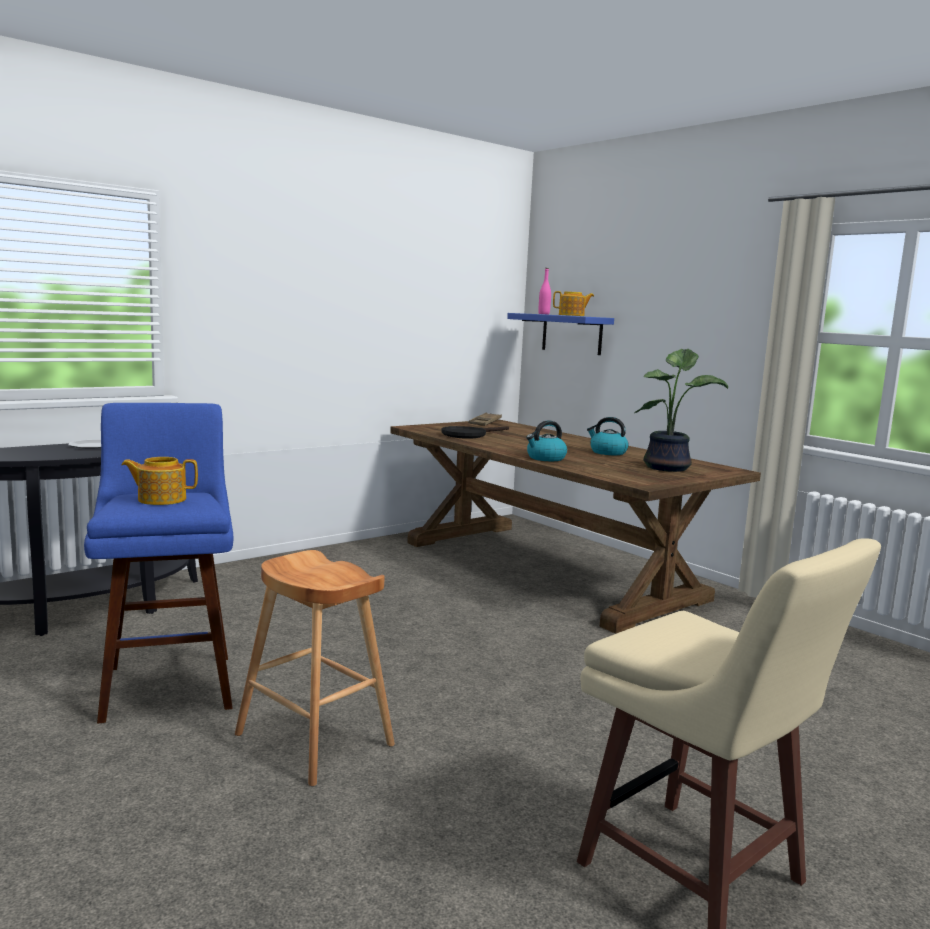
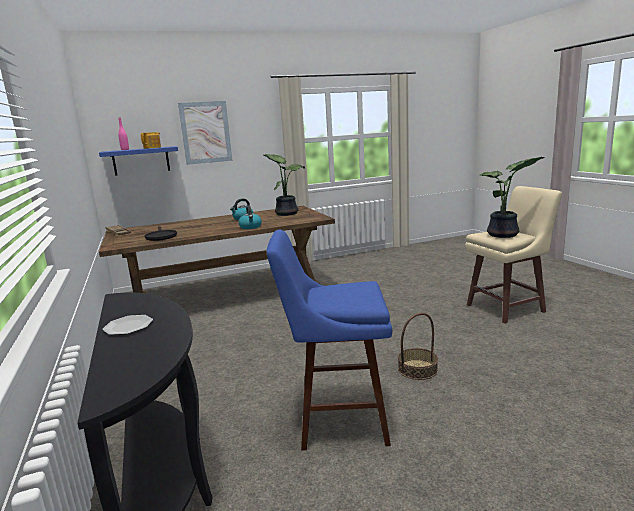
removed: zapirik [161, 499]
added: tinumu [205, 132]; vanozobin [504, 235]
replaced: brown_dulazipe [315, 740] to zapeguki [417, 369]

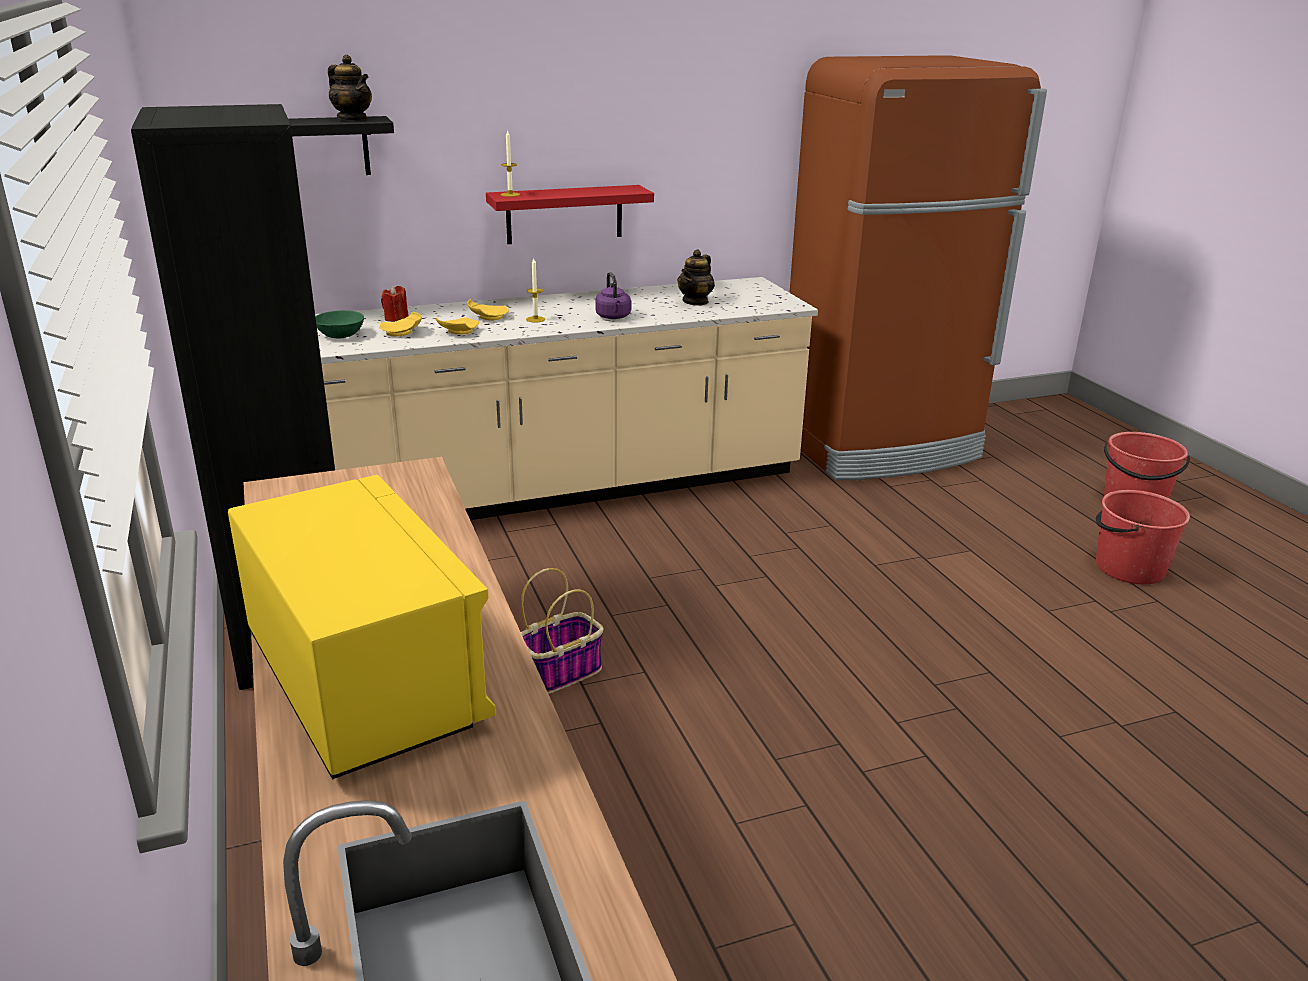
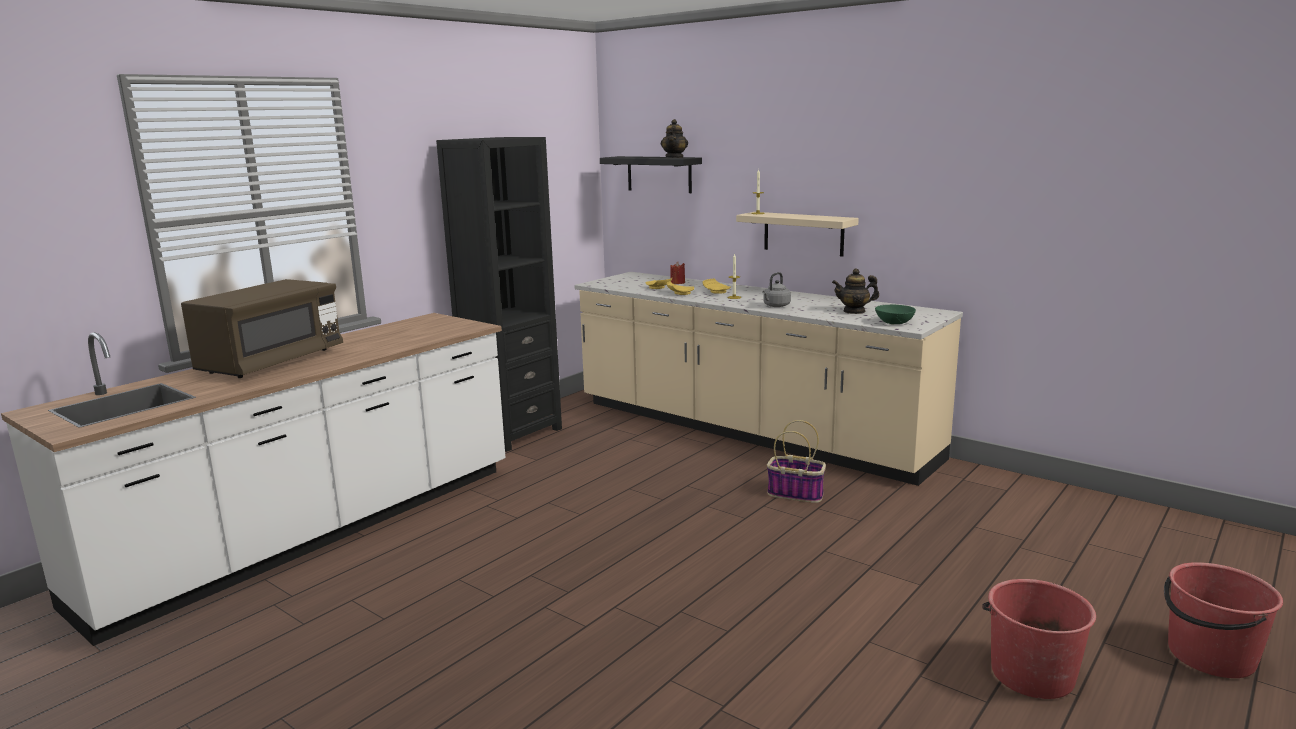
removed: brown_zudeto [880, 447]
moved: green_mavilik [340, 335] to [894, 322]; zapeguki [560, 673] to [796, 494]
recoloured: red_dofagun [564, 214] to beige_dofagun [803, 233]; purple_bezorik [613, 317] to grey_bezorik [775, 306]; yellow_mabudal [365, 683] to brown_mabudal [272, 362]

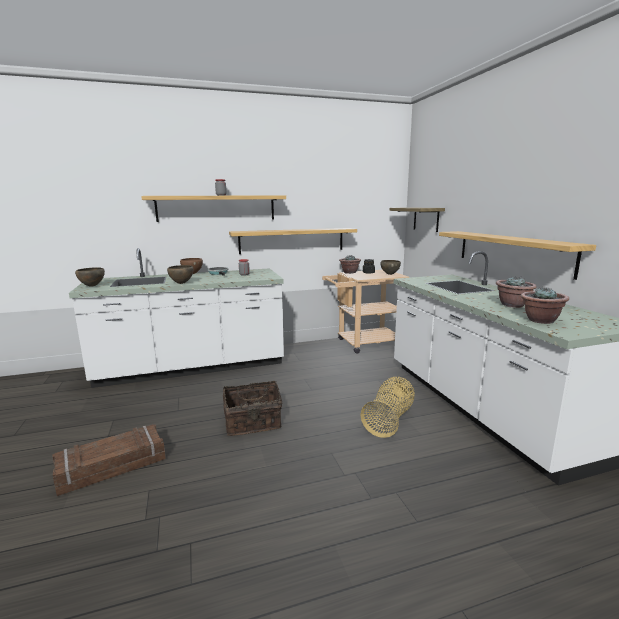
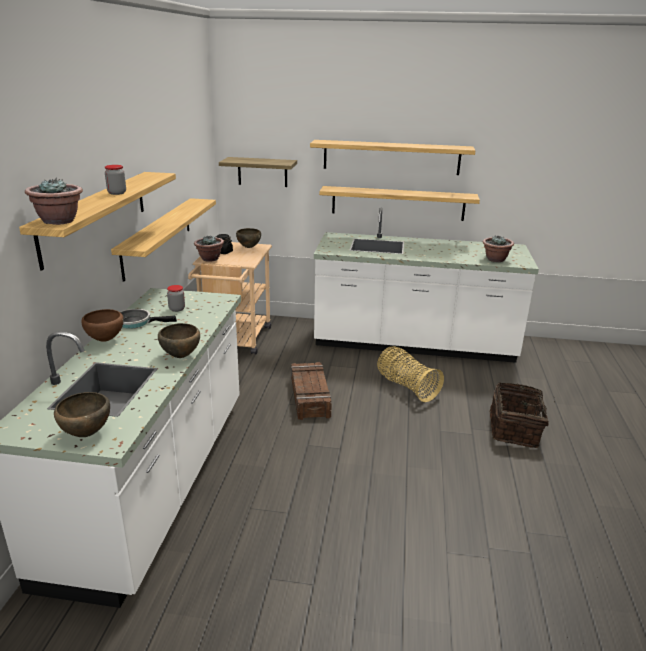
added: dofagun [391, 157]
moved: vanozobin [513, 305] to [59, 221]; zapeguki [253, 422] to [515, 429]; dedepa [112, 466] to [310, 396]

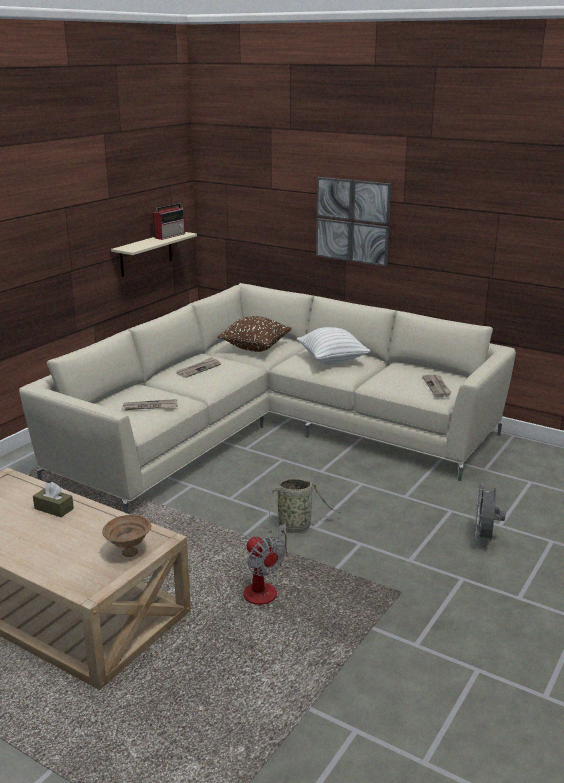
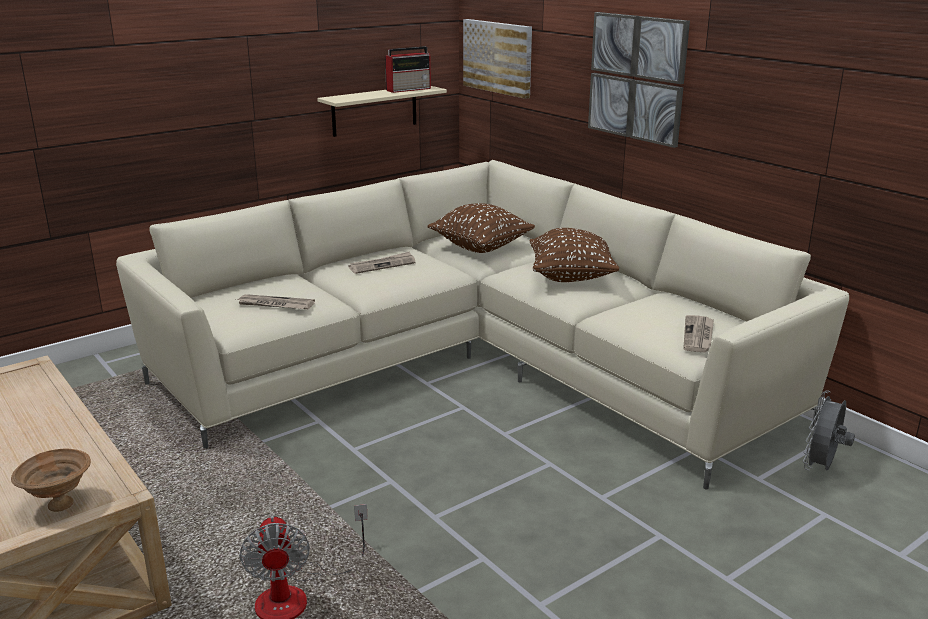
removed: zapeguki [297, 526]; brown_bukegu [54, 508]
added: tinumu [498, 57]
moved: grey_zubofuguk [484, 539] to [821, 468]
recoloured: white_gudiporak [332, 360] to brown_gudiporak [571, 277]

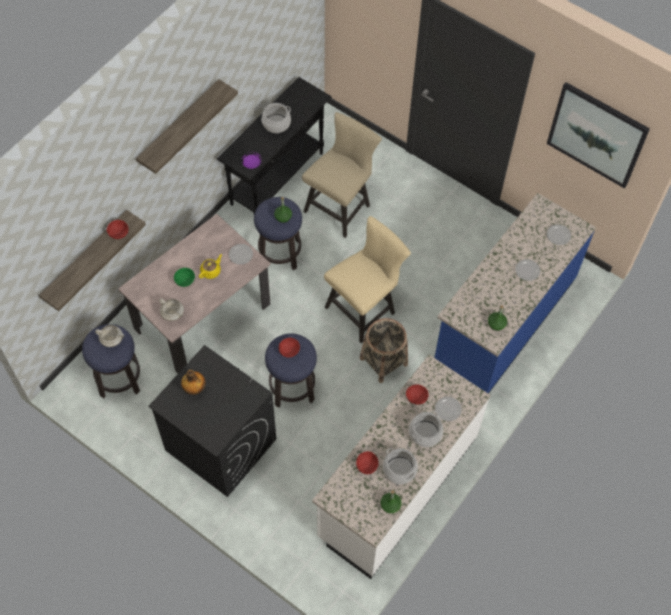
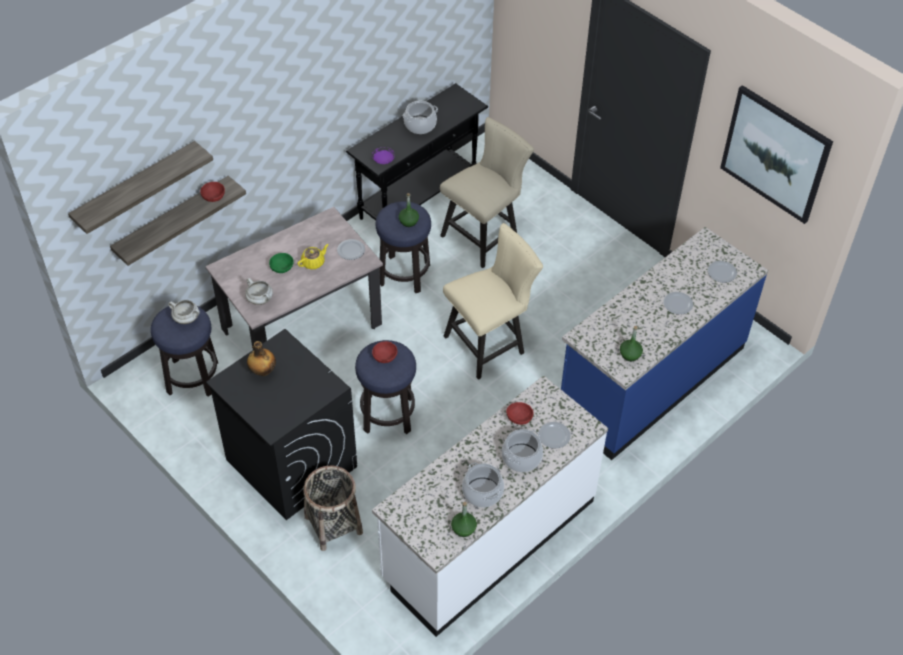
removed: red_mavilik [367, 465]
moved: dofagun [179, 126] to [136, 188]; zapeguki [383, 361] to [333, 524]

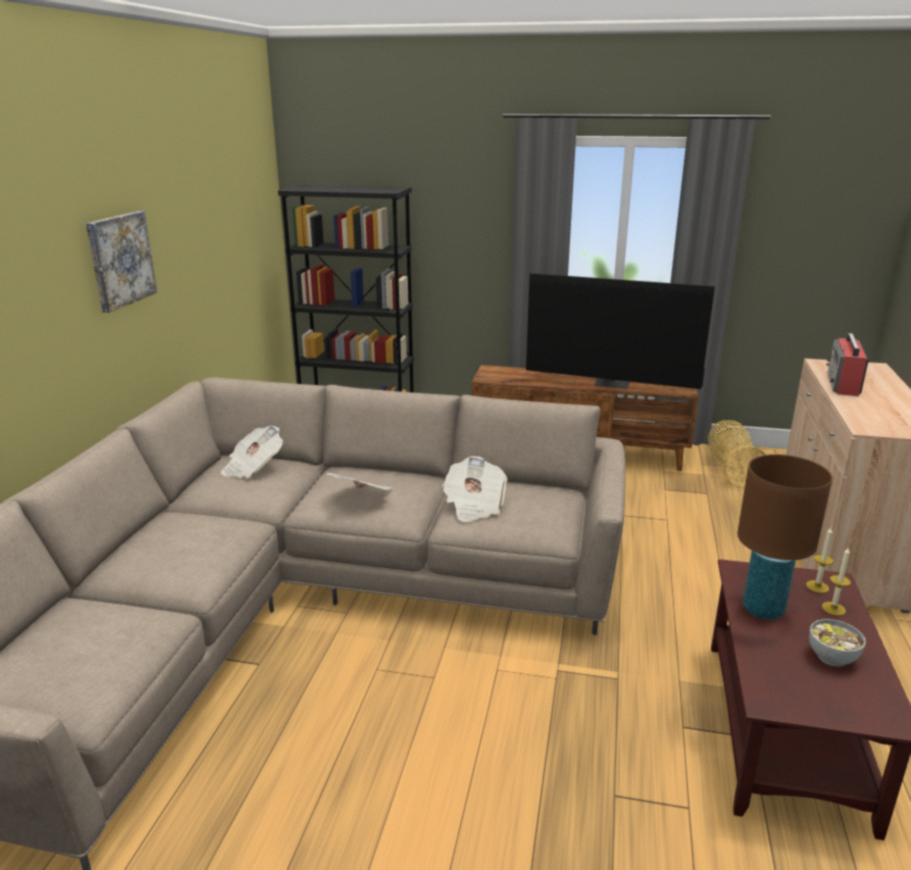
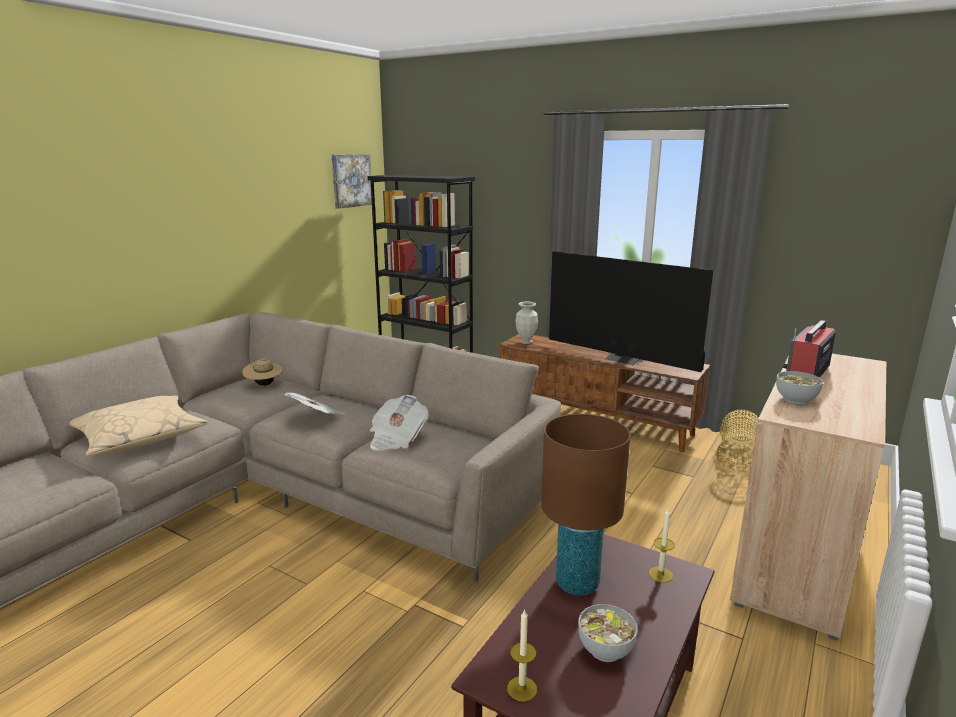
added: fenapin [526, 342]; mavilik [795, 399]; beige_gudiporak [139, 437]
moved: tinumu [120, 260] to [351, 180]; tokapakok [833, 608] to [522, 688]
replaced: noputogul [253, 467] to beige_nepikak [264, 384]

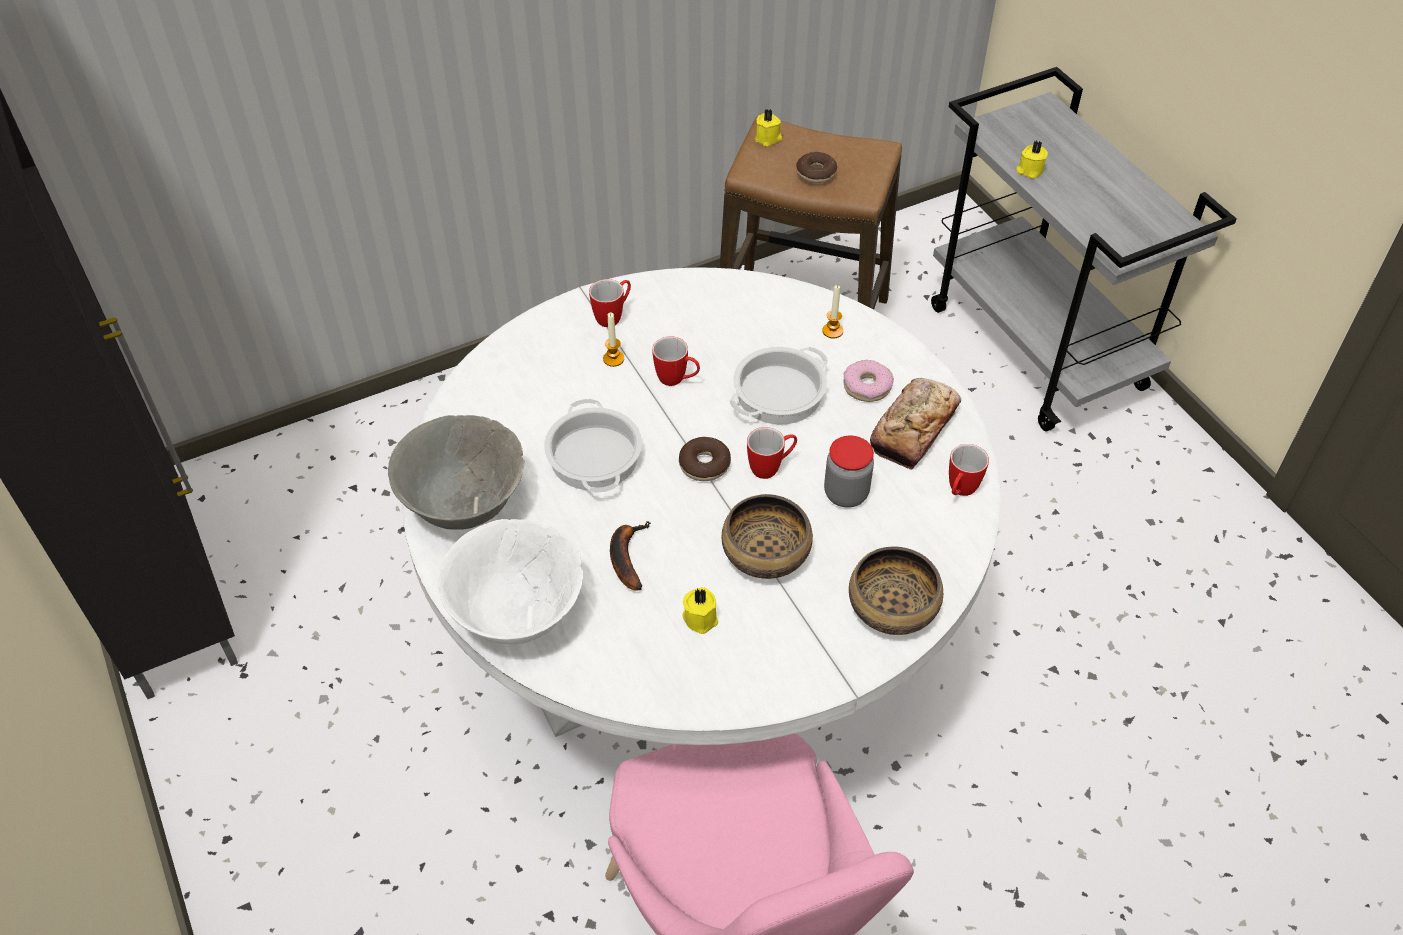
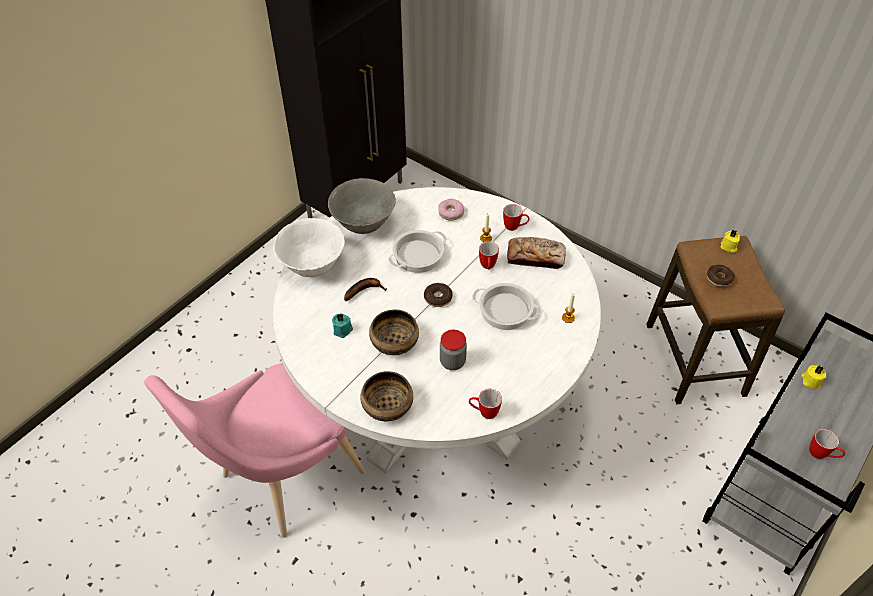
moved: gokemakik [867, 386] to [451, 213]; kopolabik [914, 429] to [535, 257]; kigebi [771, 467] to [821, 455]
recoloured: yellow_tokapakok [701, 617] to turquoise_tokapakok [343, 330]

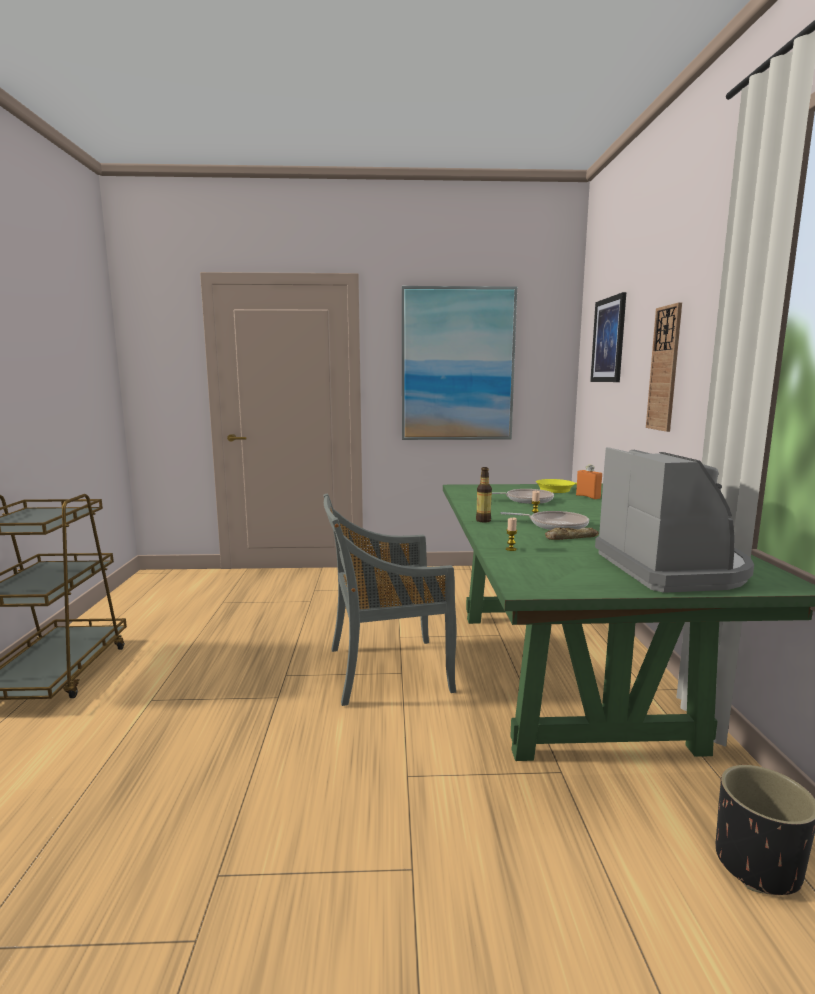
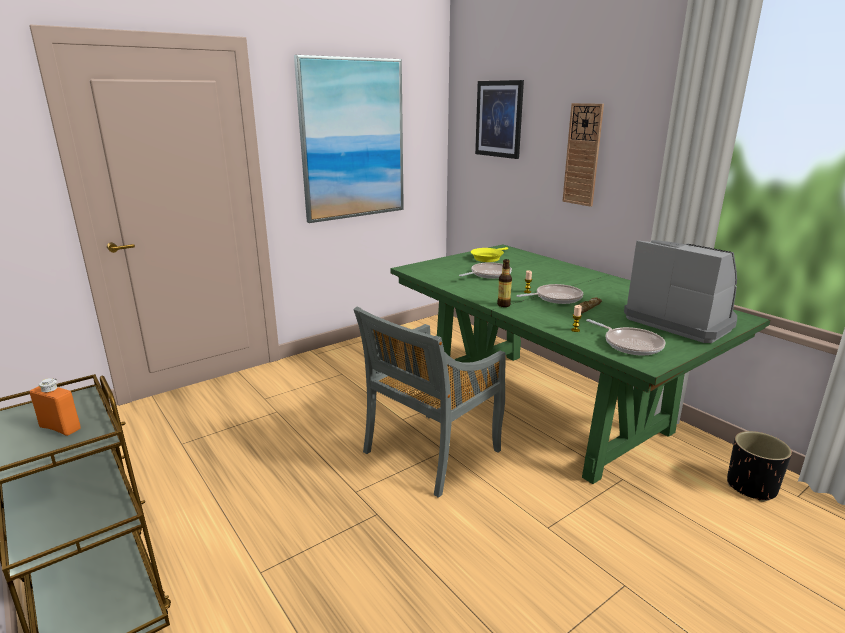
added: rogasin [630, 344]
moved: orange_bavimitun [588, 497] to [60, 428]

